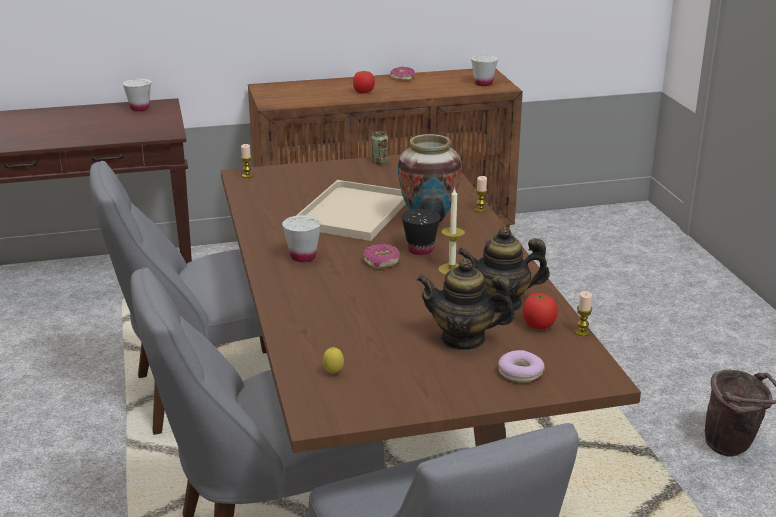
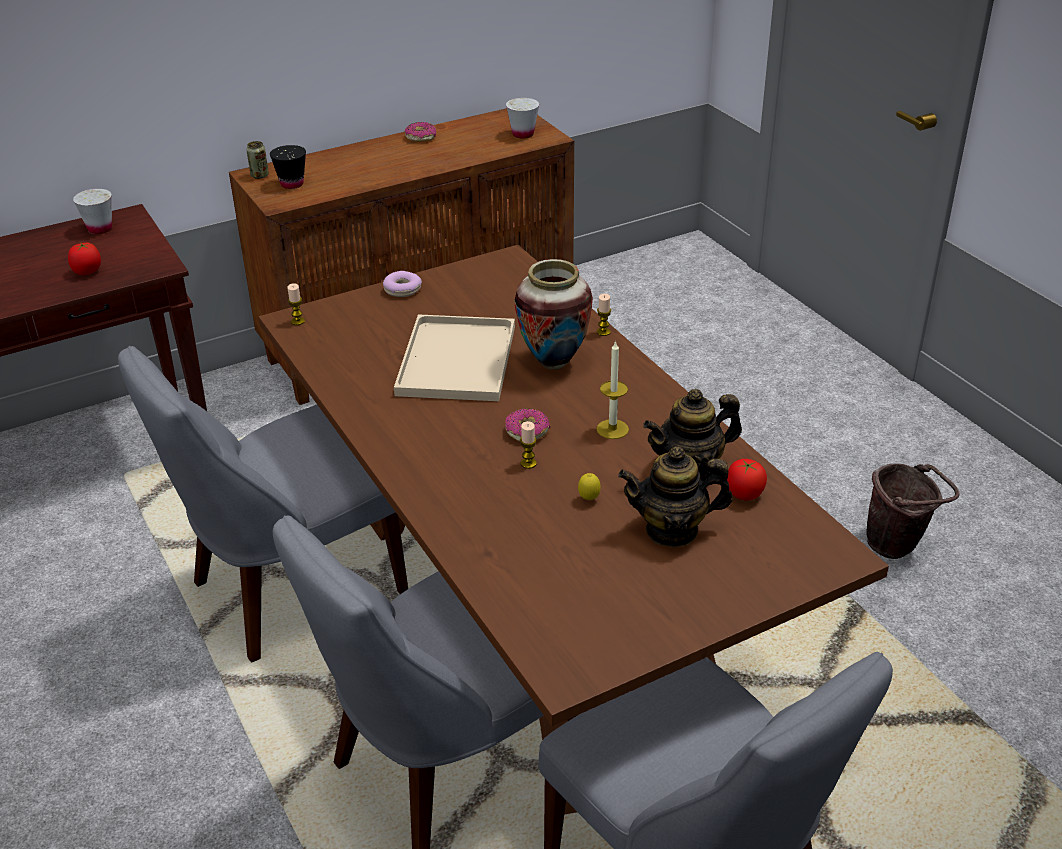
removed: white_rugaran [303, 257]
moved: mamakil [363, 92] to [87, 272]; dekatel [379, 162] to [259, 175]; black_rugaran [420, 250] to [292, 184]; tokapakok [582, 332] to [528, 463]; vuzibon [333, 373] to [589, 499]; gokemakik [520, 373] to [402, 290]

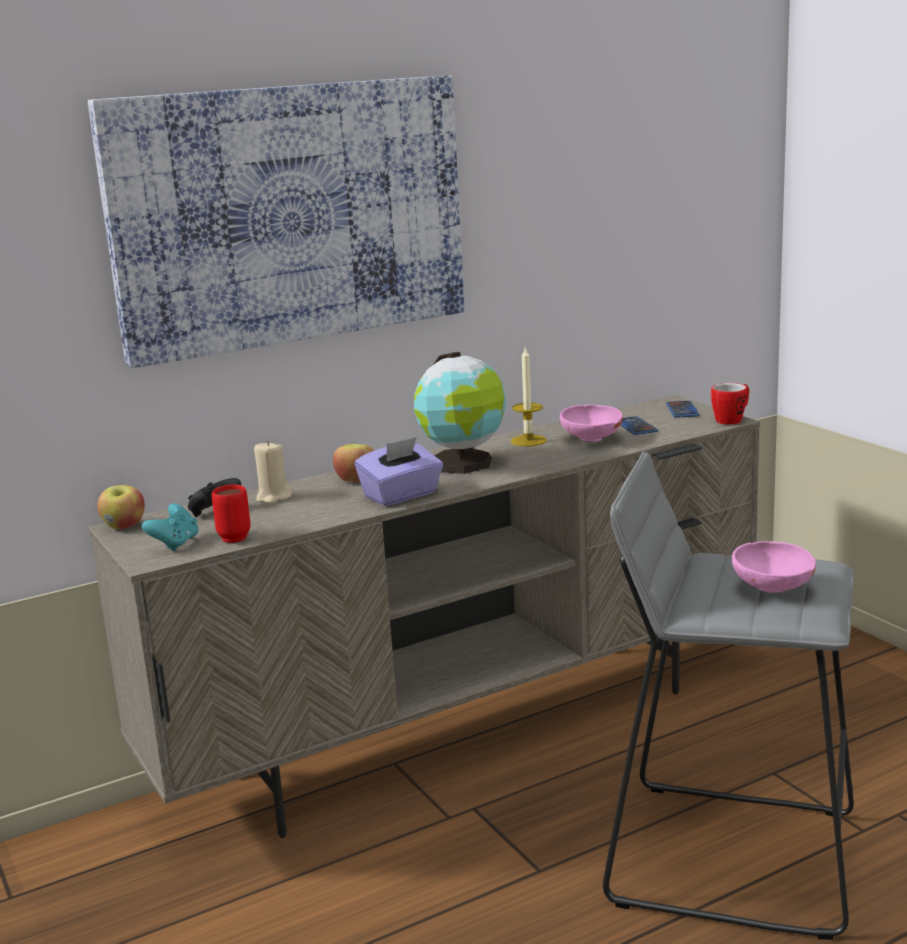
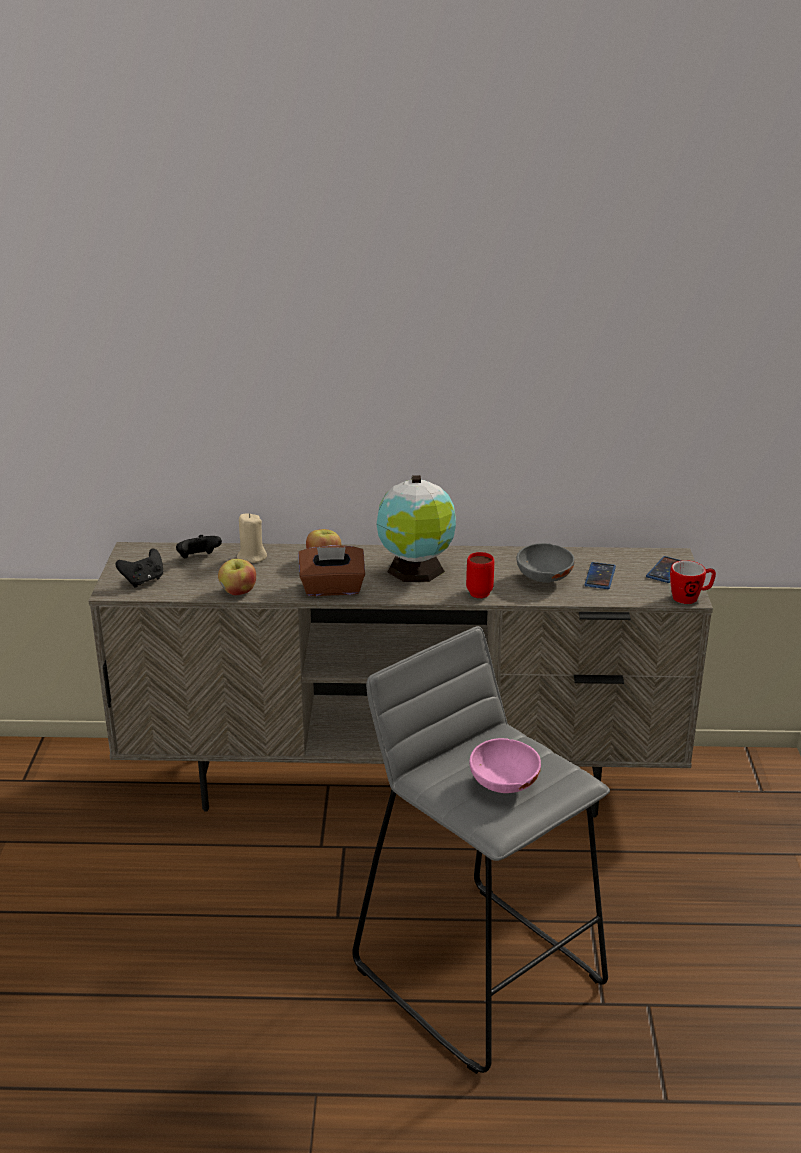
removed: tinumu [288, 214]; tokapakok [528, 441]
moved: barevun [124, 526] to [238, 592]; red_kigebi [233, 536] to [480, 591]
recoloured: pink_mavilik [591, 440] to grey_mavilik [543, 580]; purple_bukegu [401, 496] to brown_bukegu [332, 589]; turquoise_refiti [175, 544] to black_refiti [143, 580]

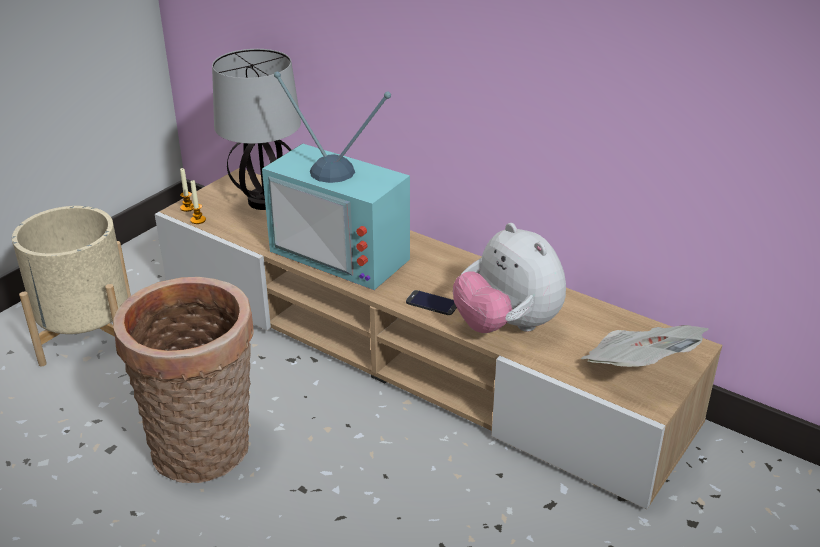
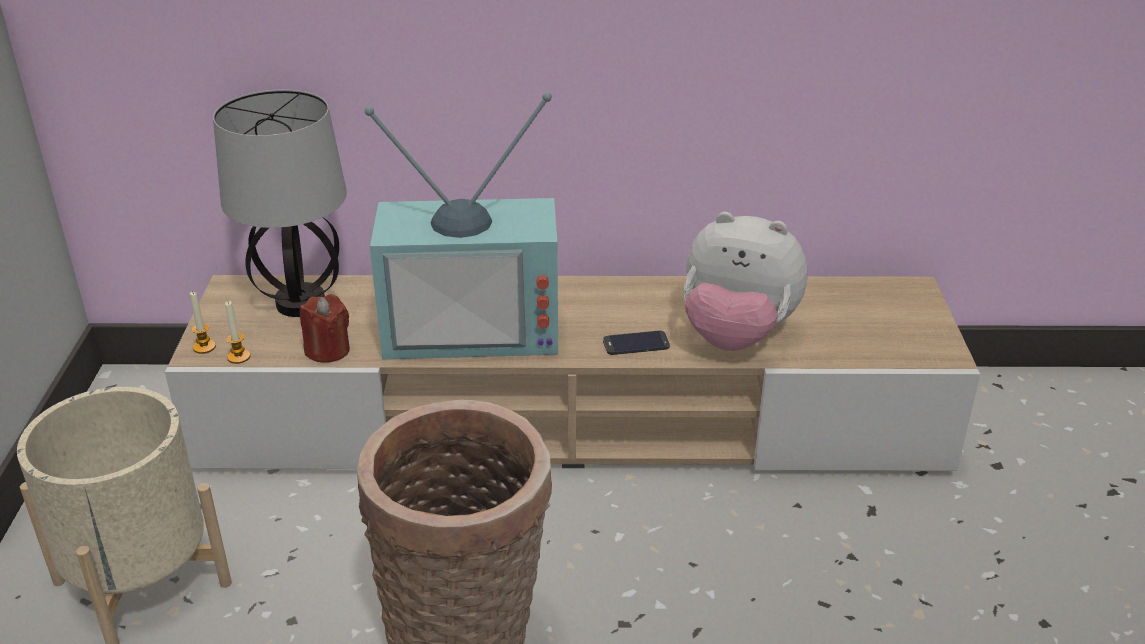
removed: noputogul [638, 368]
added: red_tokapakok [328, 350]

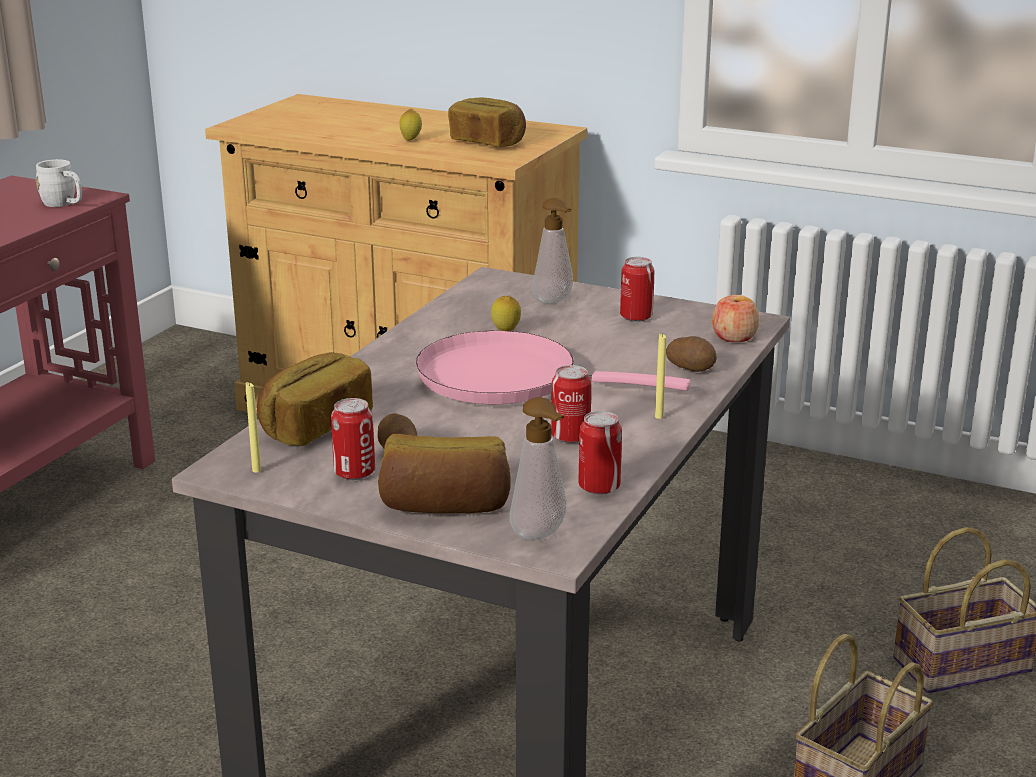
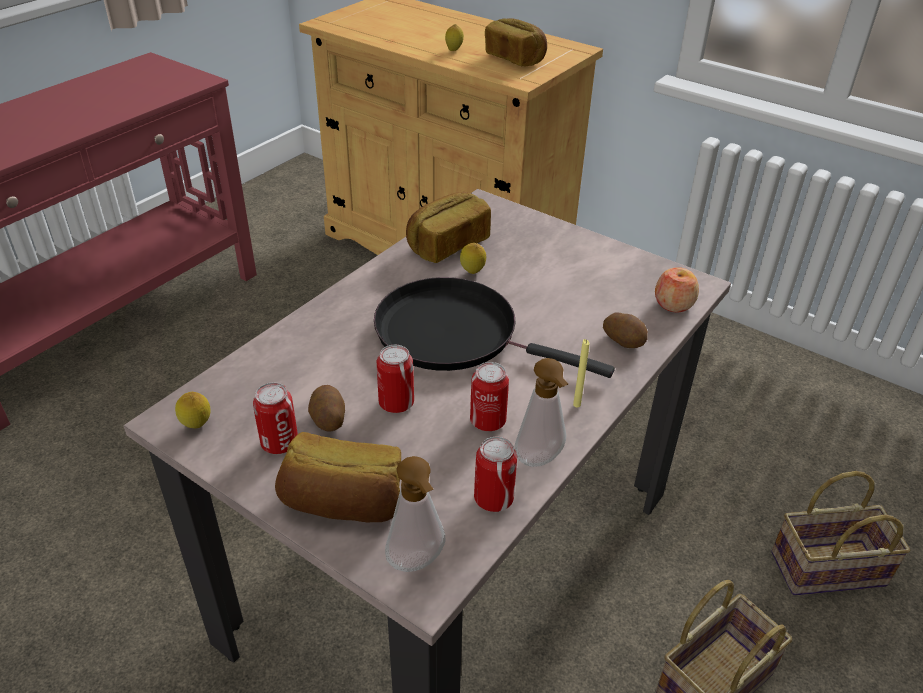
removed: white_kigebi [64, 204]
moved: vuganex [555, 301] to [541, 461]; dekatel [636, 317] to [396, 403]; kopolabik [315, 425] to [447, 244]
replaced: yellow_tokapakok [256, 470] to vuzibon [197, 427]
recoloured: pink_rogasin [508, 379] to black_rogasin [455, 334]

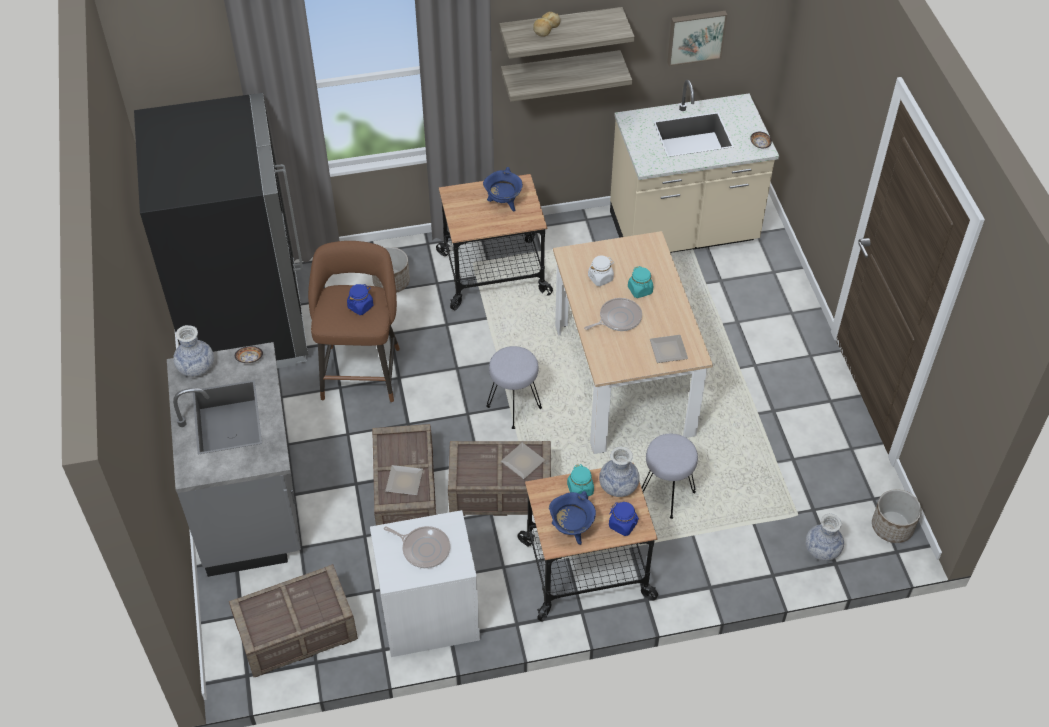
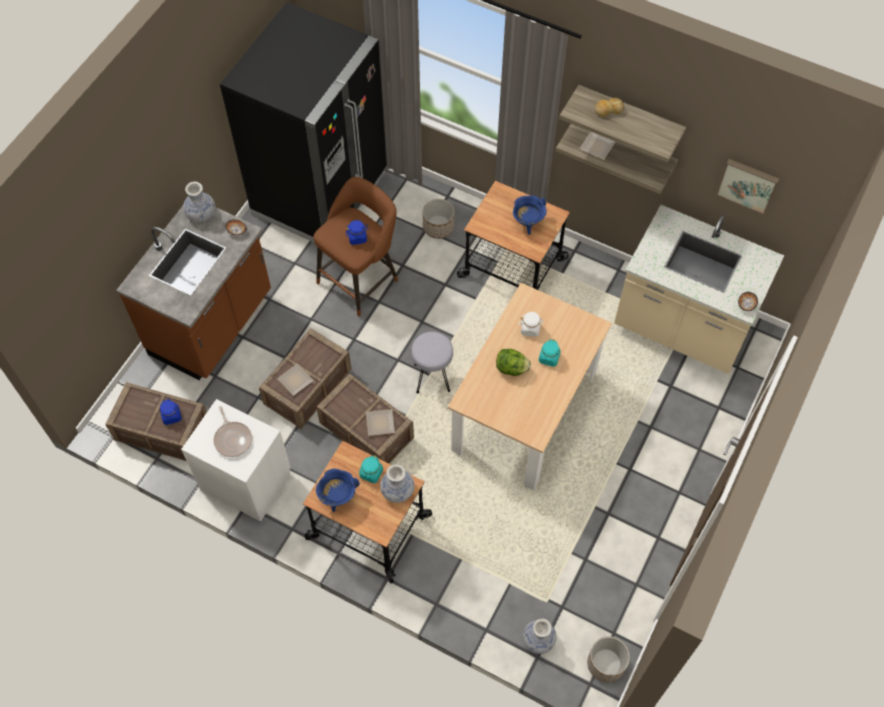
removed: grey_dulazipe [666, 495]
moved: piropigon [669, 351] to [597, 147]; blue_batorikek [623, 525] to [172, 416]
replaced: rogasin [618, 318] to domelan [511, 368]
recoloured: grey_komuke [251, 504] to brown_komuke [212, 325]

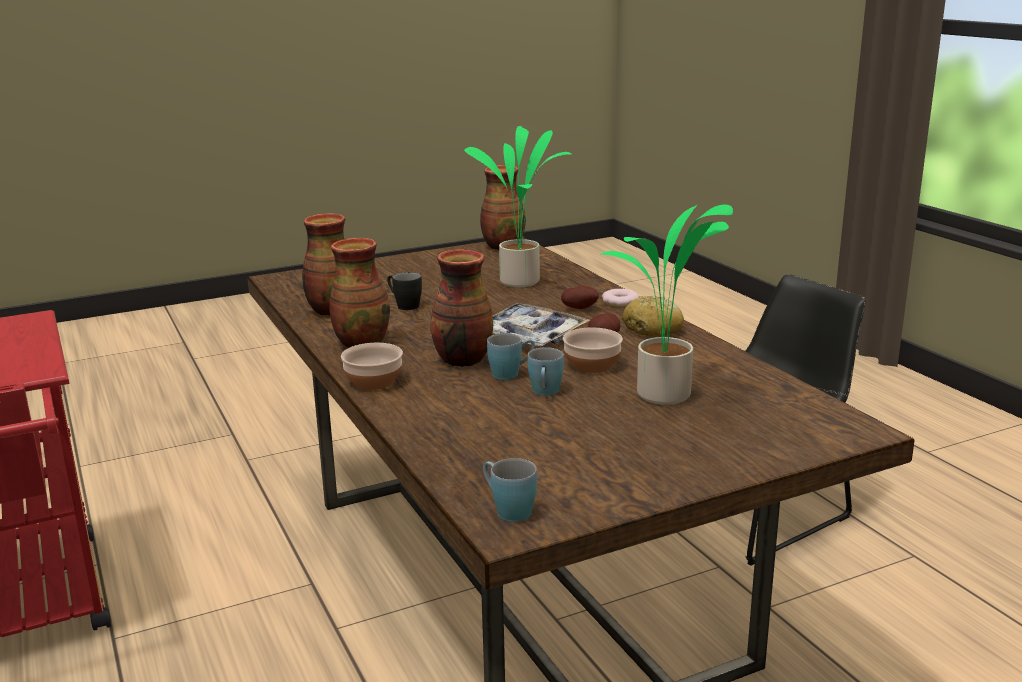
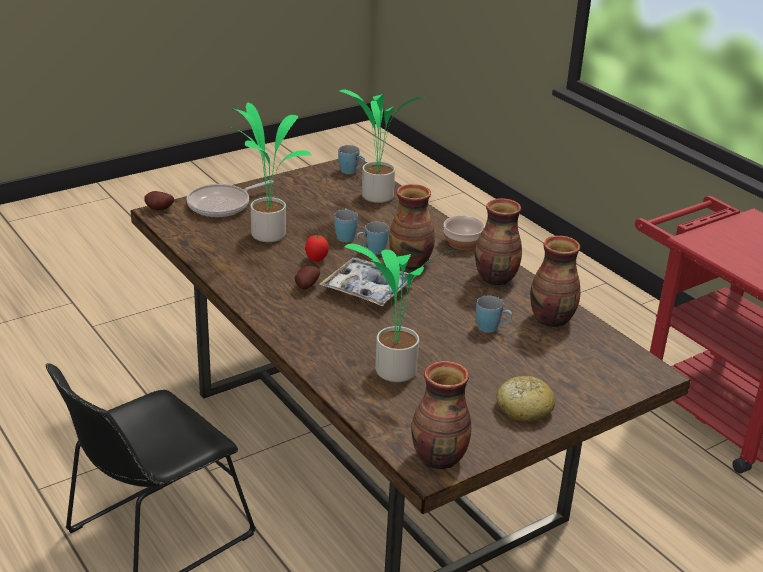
removed: gokemakik [620, 302]
added: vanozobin [375, 197]; rogasin [222, 205]
moved: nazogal [580, 308] to [159, 210]; kopolabik [653, 329] to [523, 408]
replaced: mavilik [591, 365] to mamakil [316, 259]
recoloured: black_kigebi [404, 305] to blue_kigebi [492, 328]

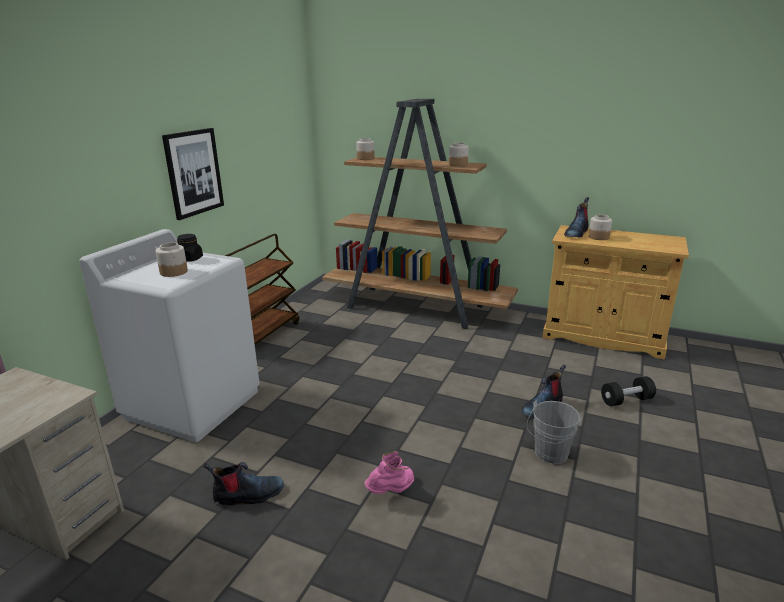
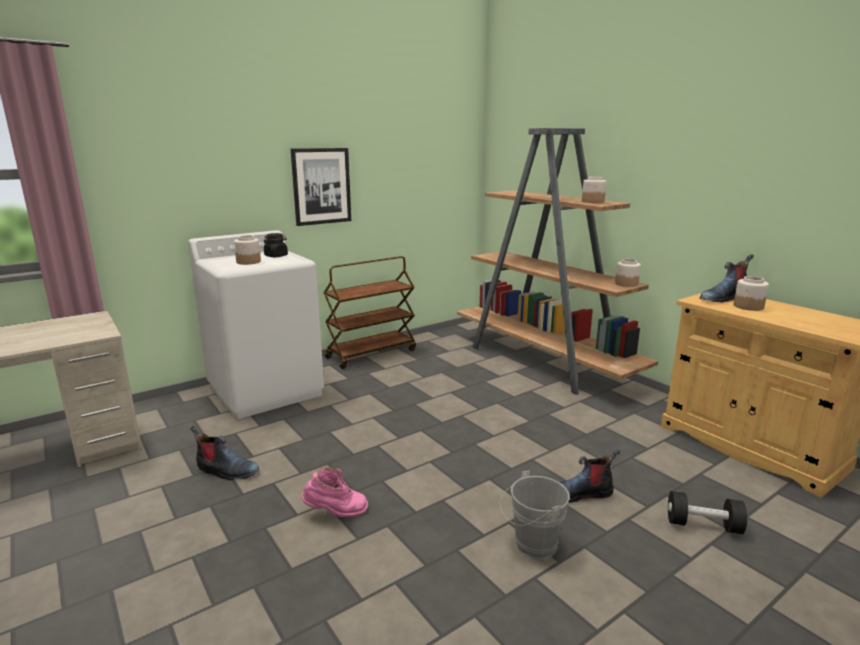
moved: batorikek [365, 158] to [626, 284]

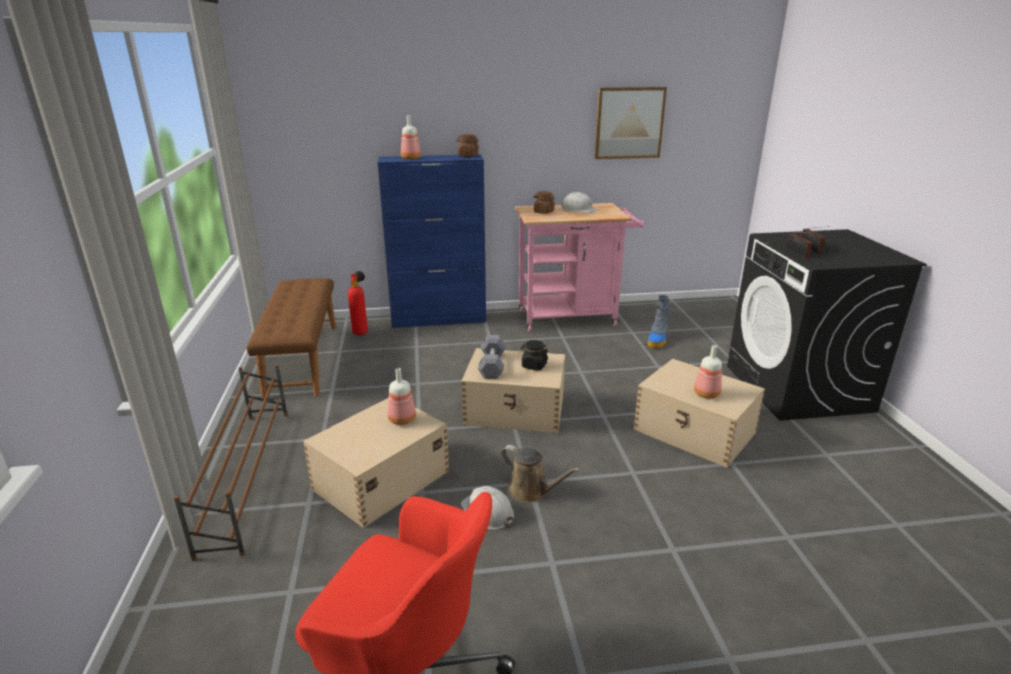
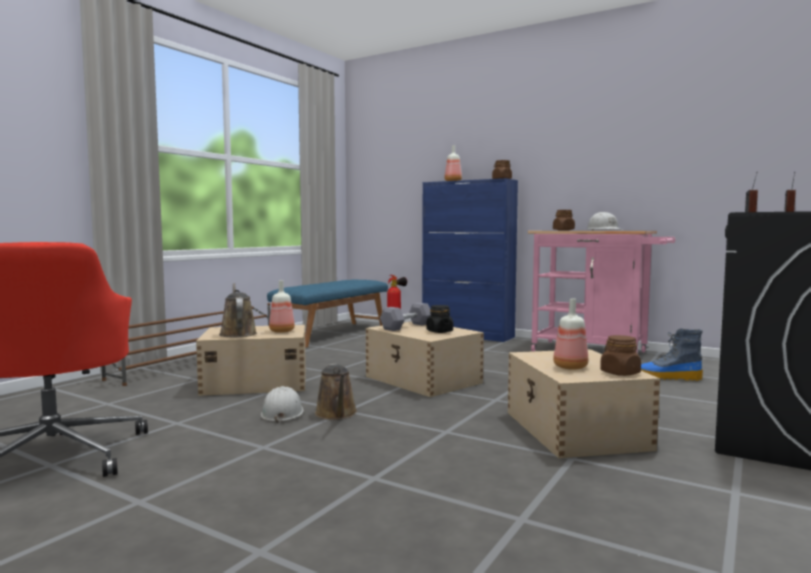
removed: tinumu [629, 123]
added: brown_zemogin [237, 333]; brown_batorikek [620, 373]
recoloured: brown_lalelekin [301, 359] to blue_lalelekin [332, 334]
turned: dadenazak [657, 339] = [668, 377] 45 degrees clockwise

